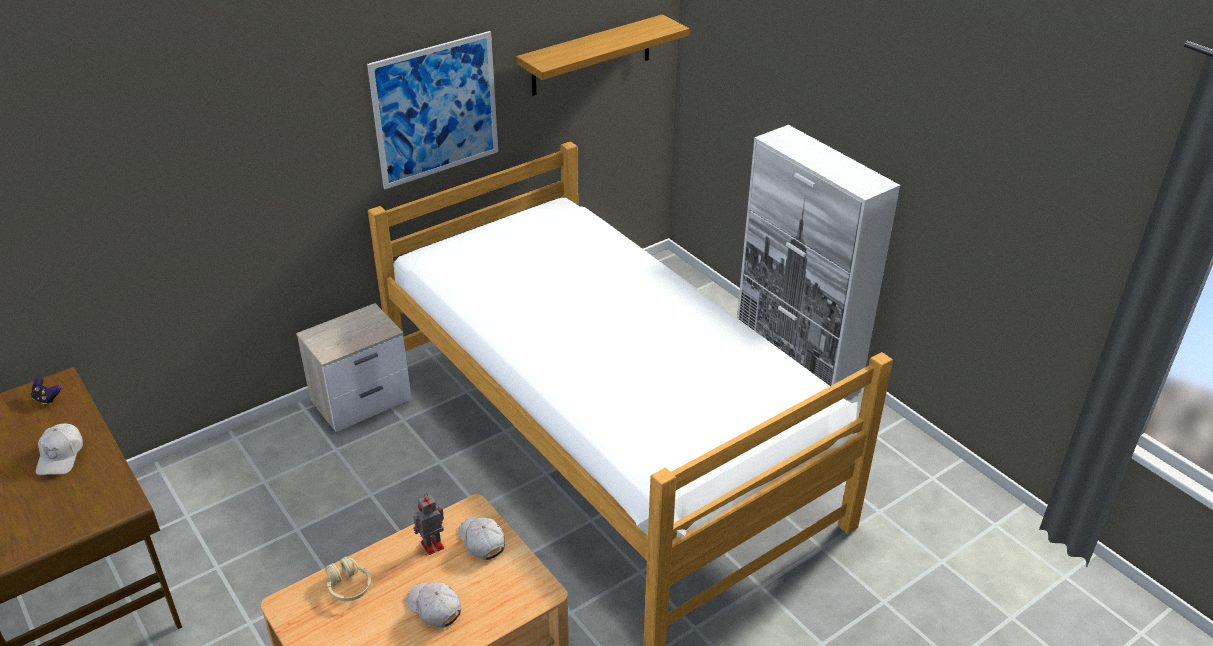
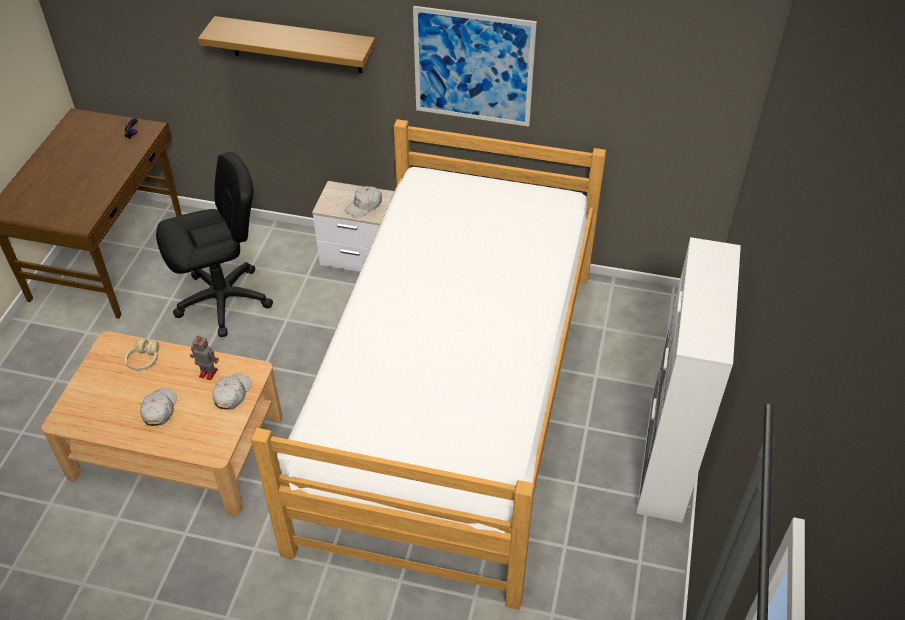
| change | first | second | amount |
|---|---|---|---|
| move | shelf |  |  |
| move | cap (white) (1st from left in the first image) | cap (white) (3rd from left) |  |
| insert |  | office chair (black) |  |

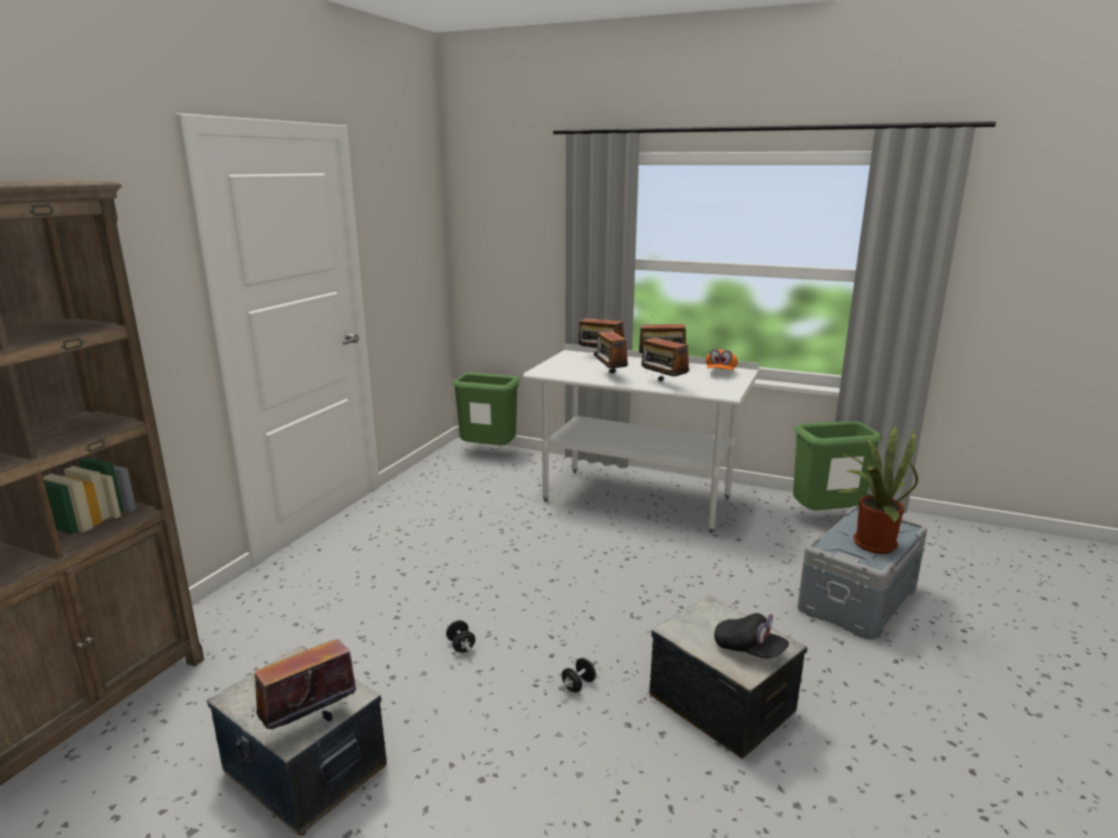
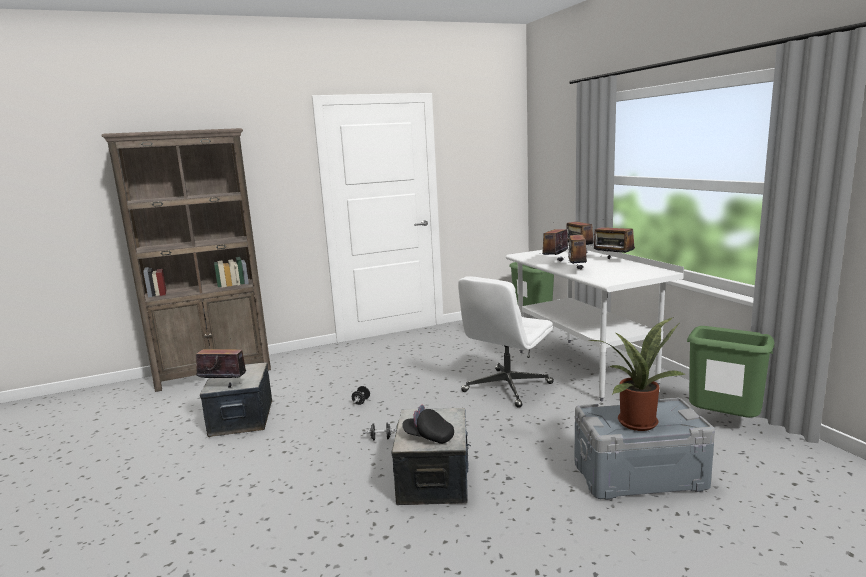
| change | first | second | amount |
|---|---|---|---|
| delete | cap (orange) |  |  |
| rotate | cap (black) |  | 120 degrees clockwise |
| insert |  | office chair (white) |  |

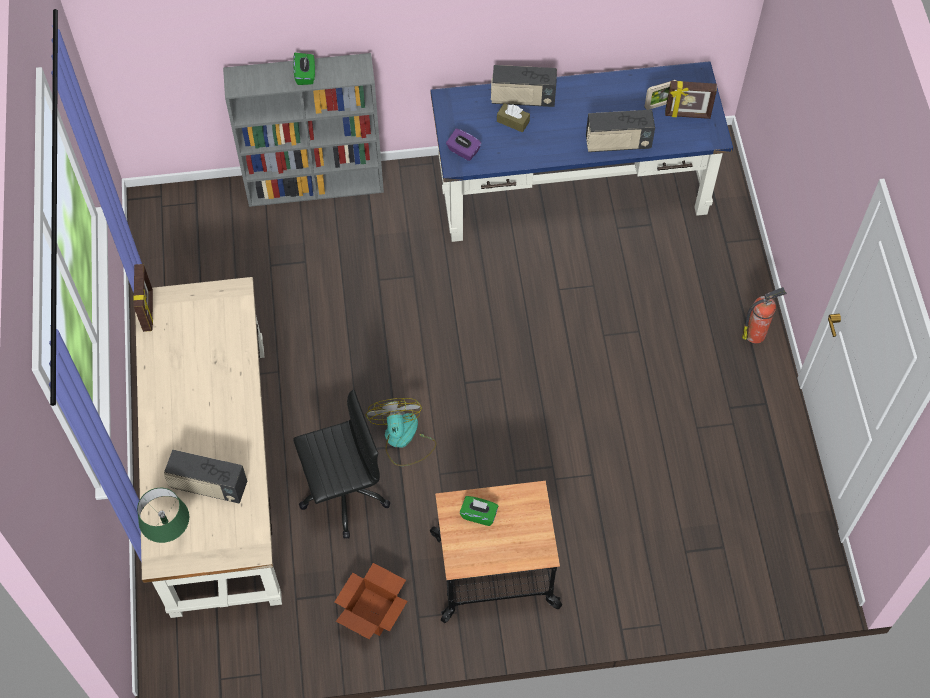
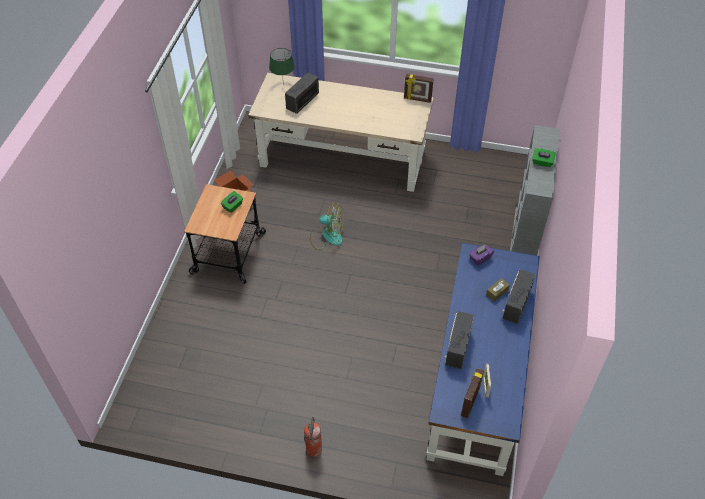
| change | first | second | amount |
|---|---|---|---|
| delete | office chair (black) |  |  |

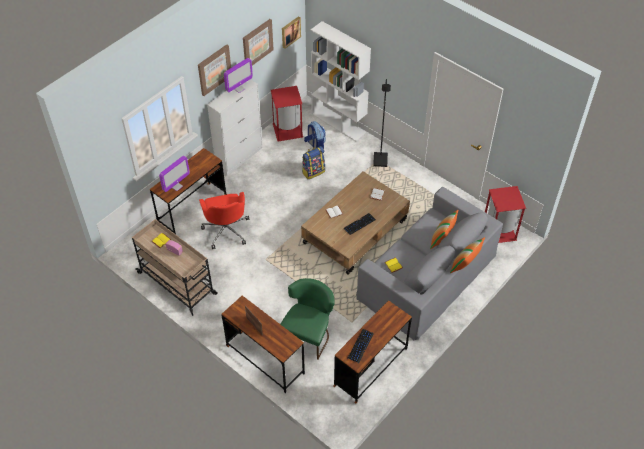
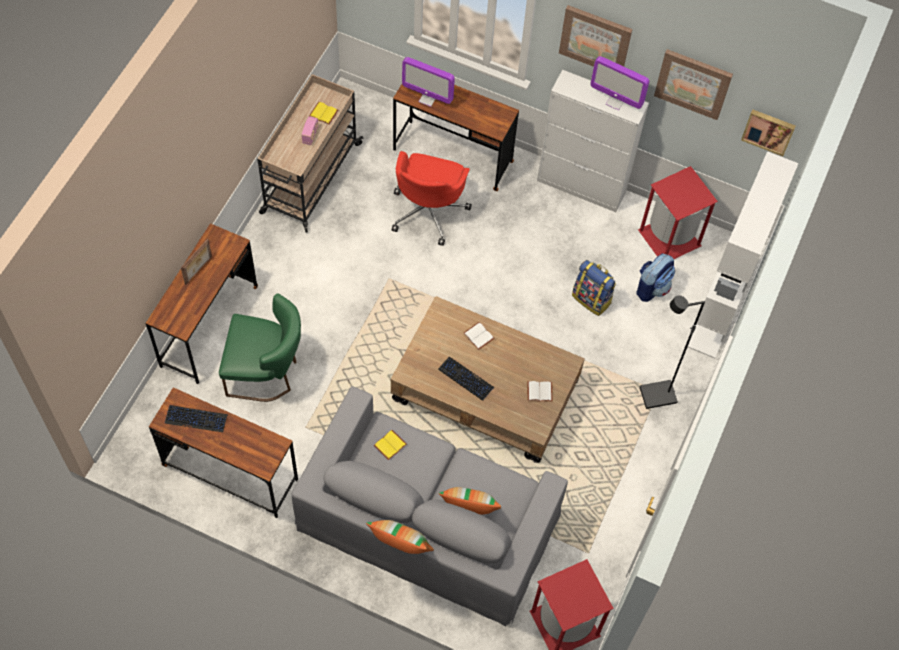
| change | first | second | amount |
|---|---|---|---|
| rotate | office chair (red) |  | 45 degrees counterclockwise |

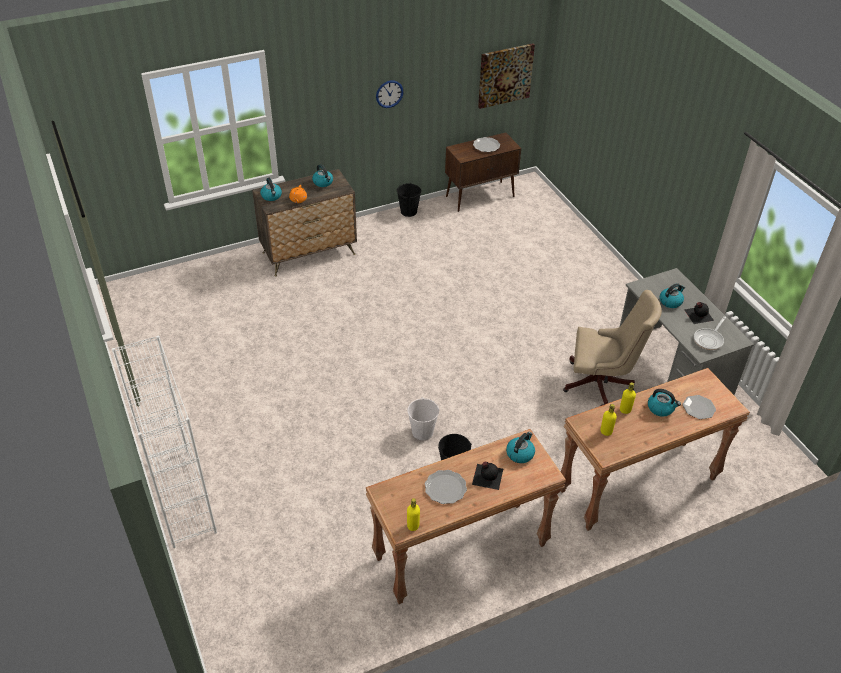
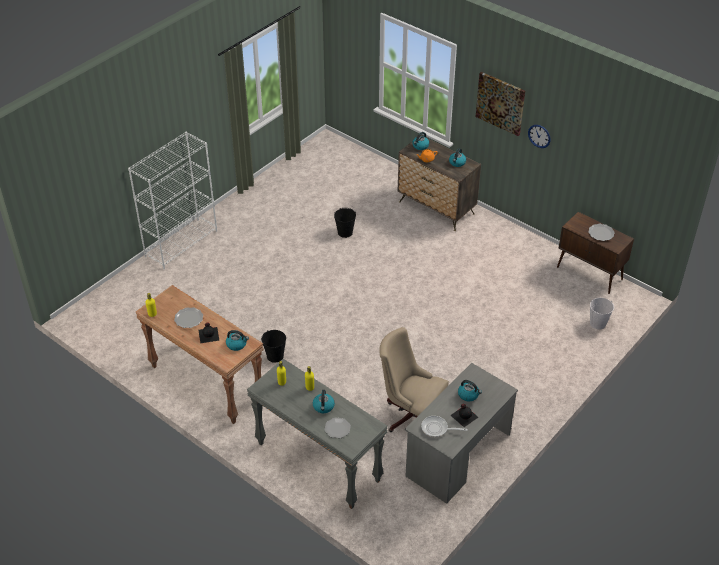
| change | first | second | amount |
|---|---|---|---|
| move | picture |  |  |
| move | bucket (black) (1st from left in the first image) | bucket (black) (2nd from left) |  |
| rotate | office chair (beige) |  | 135 degrees clockwise |
| recolor | console table (brown) (2nd from left) | console table (grey) |  |
| move | bucket (white) |  |  |

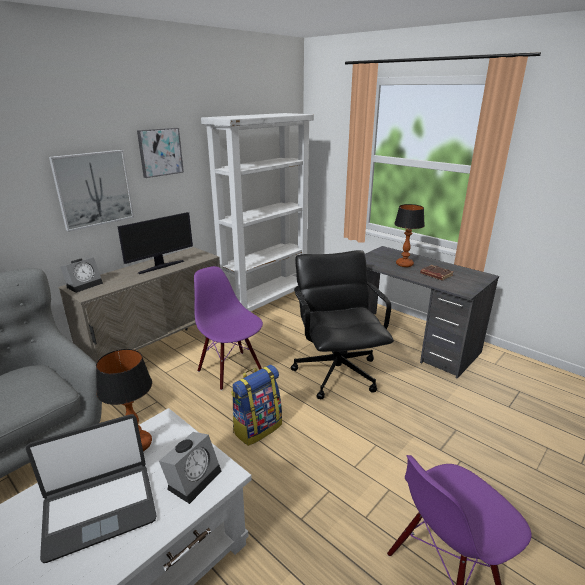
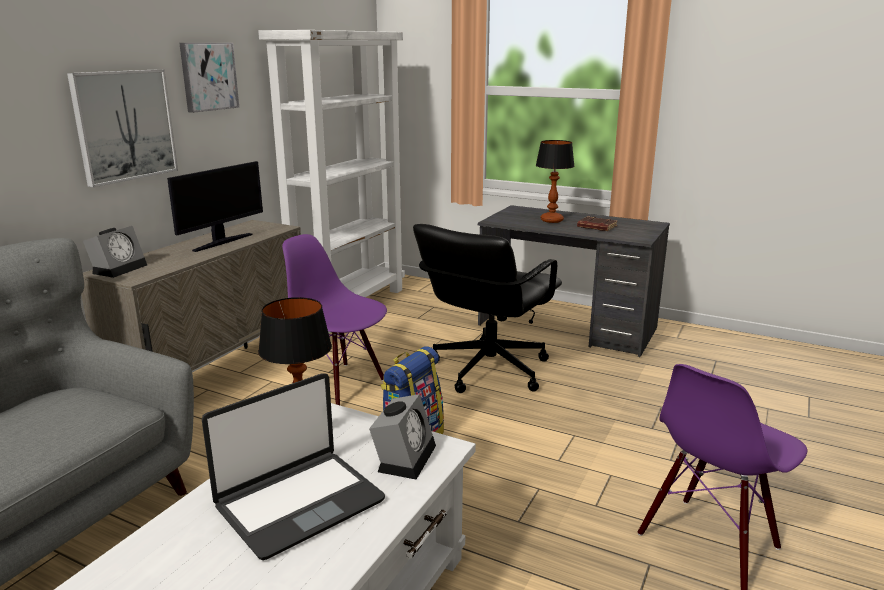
| change | first | second | amount |
|---|---|---|---|
| rotate | office chair (black) |  | 120 degrees counterclockwise |

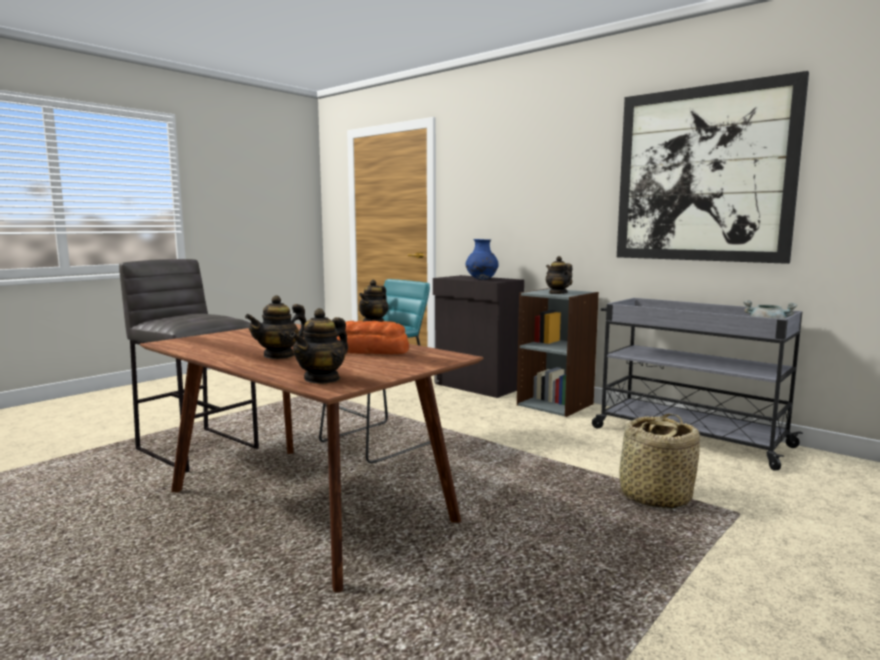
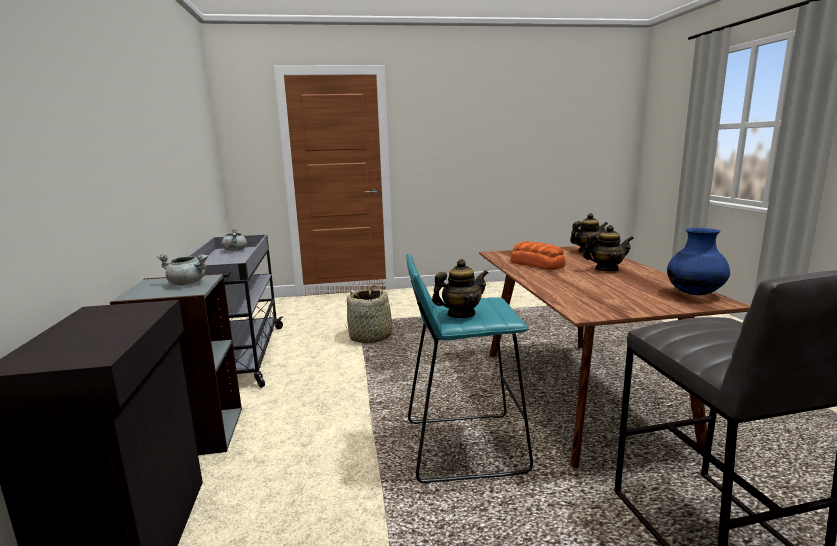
| change | first | second | amount |
|---|---|---|---|
| delete | picture |  |  |
| move | vase (blue) |  |  |
| replace | teapot (4th from left) | cooking pot (grey) (1st from left) |  |

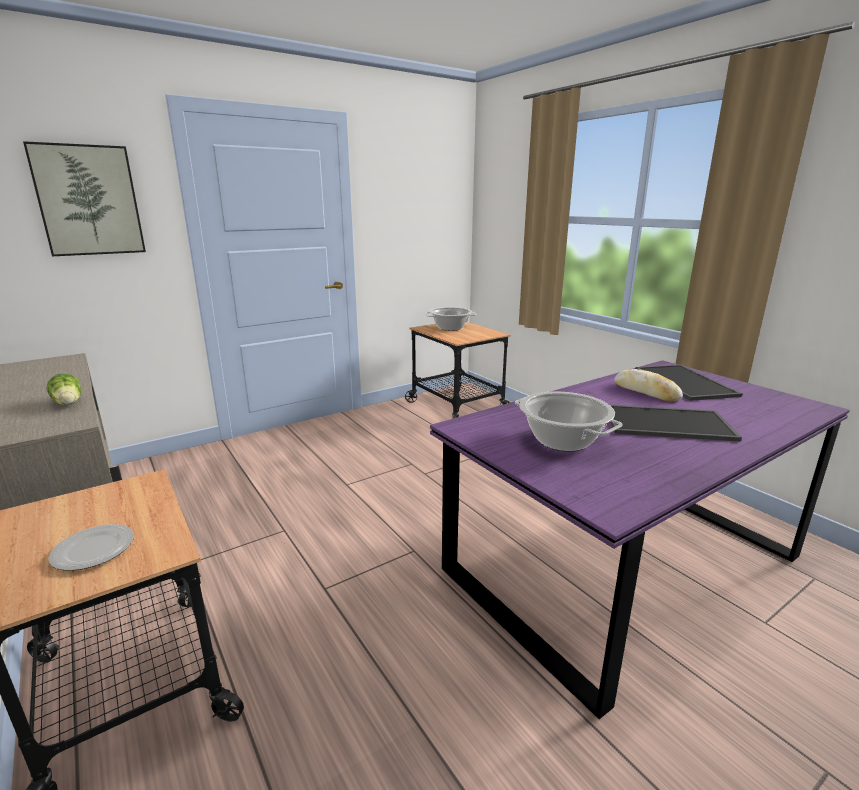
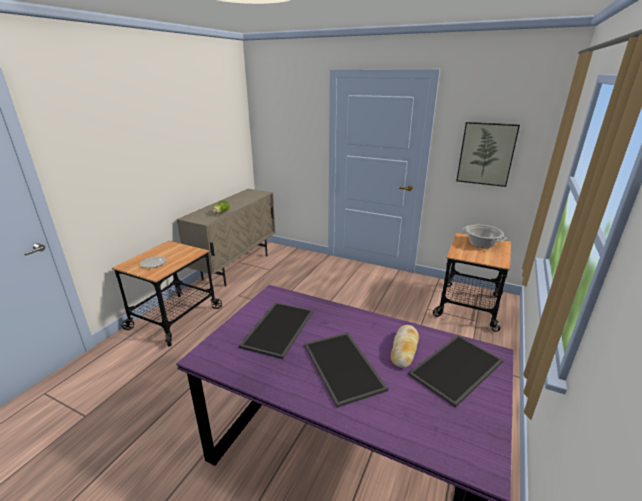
| change | first | second | amount |
|---|---|---|---|
| move | picture |  |  |
| replace | cooking pot (2nd from left) | tray (1st from left) |  |

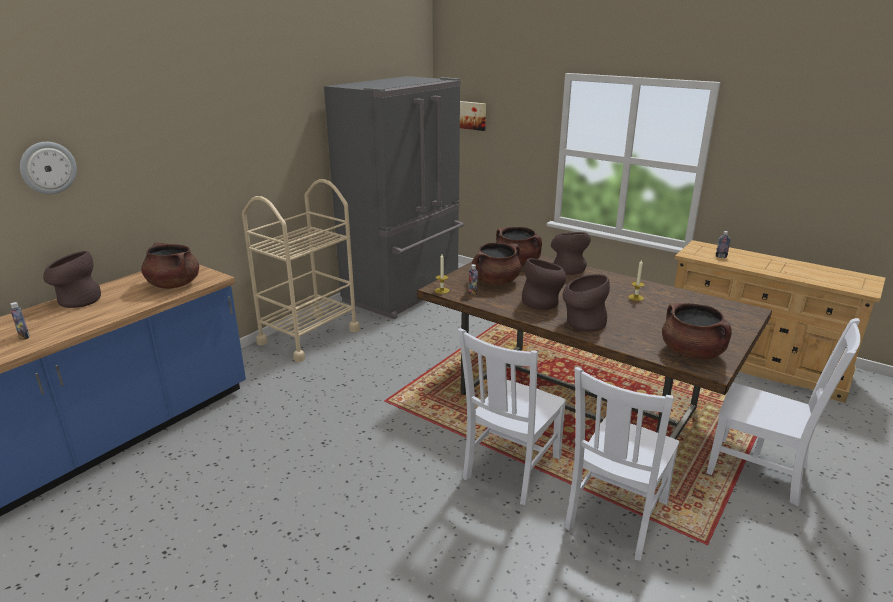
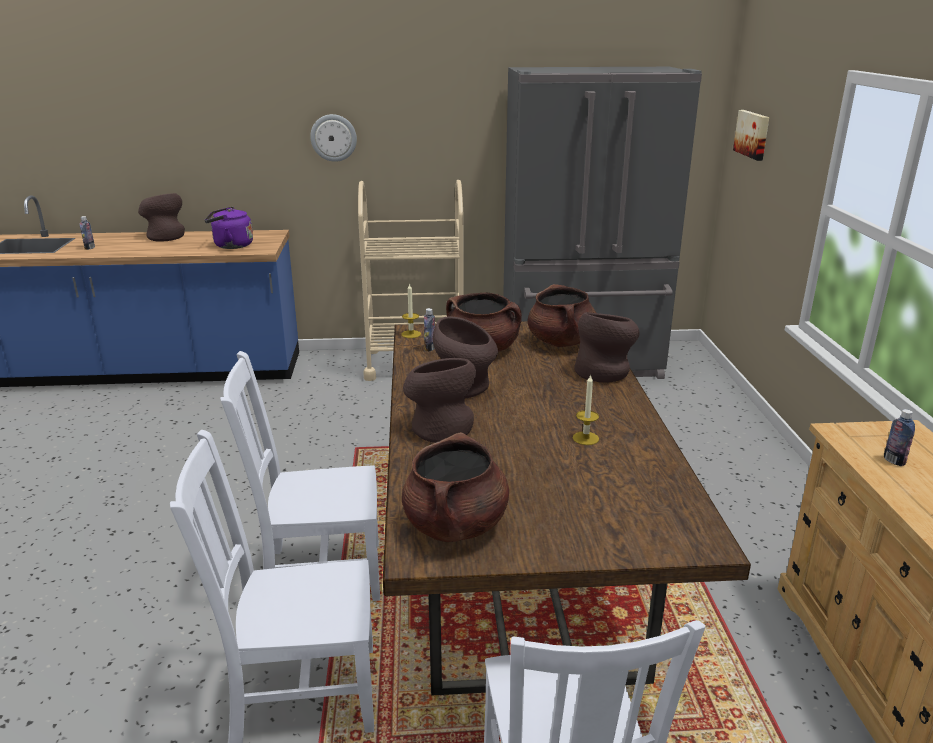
| change | first | second | amount |
|---|---|---|---|
| move | wall clock |  |  |
| replace | cooking pot (brown) (1st from left) | kettle (purple) |  |

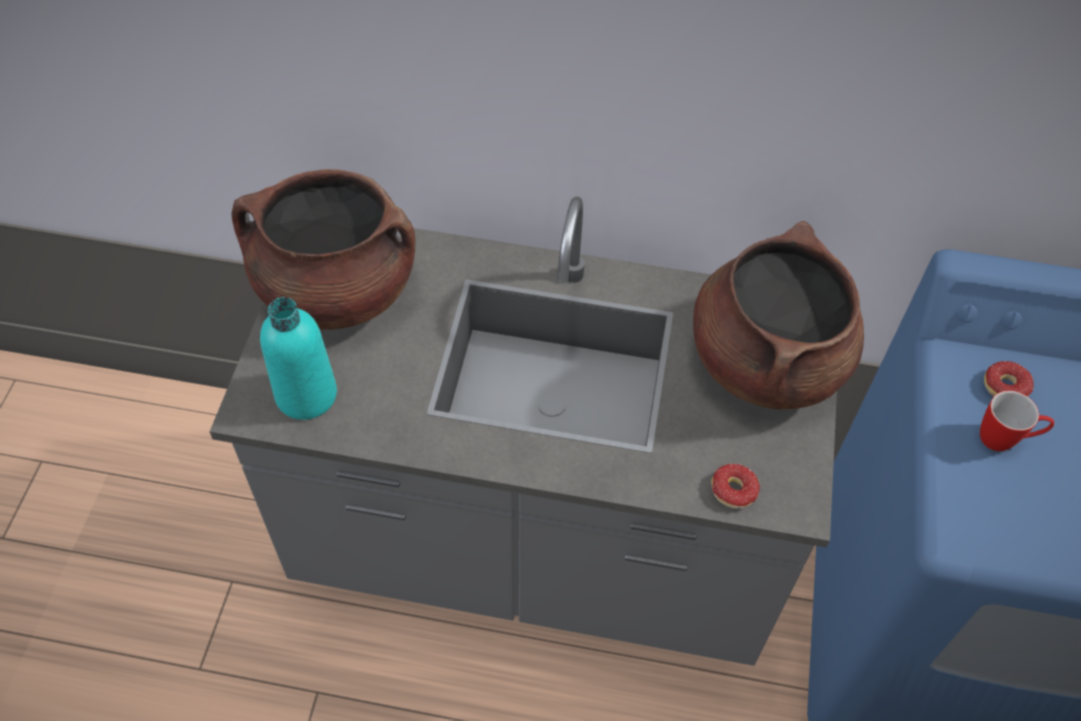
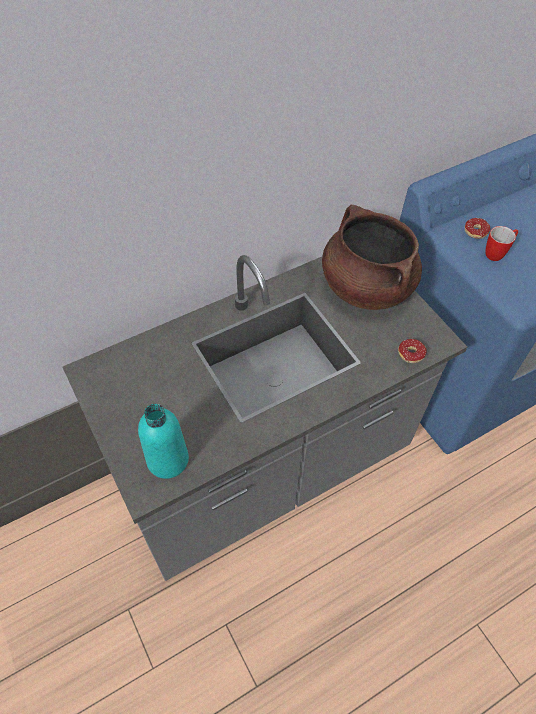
| change | first | second | amount |
|---|---|---|---|
| delete | cooking pot (brown) (1st from left) |  |  |

